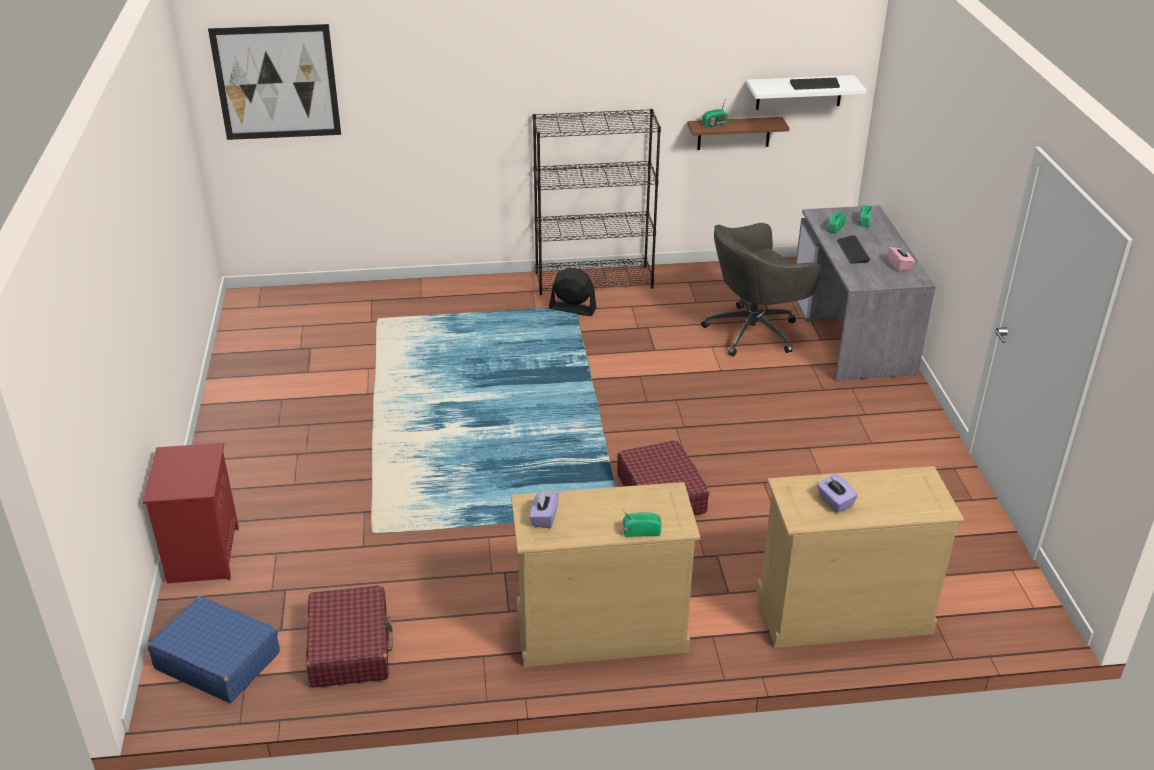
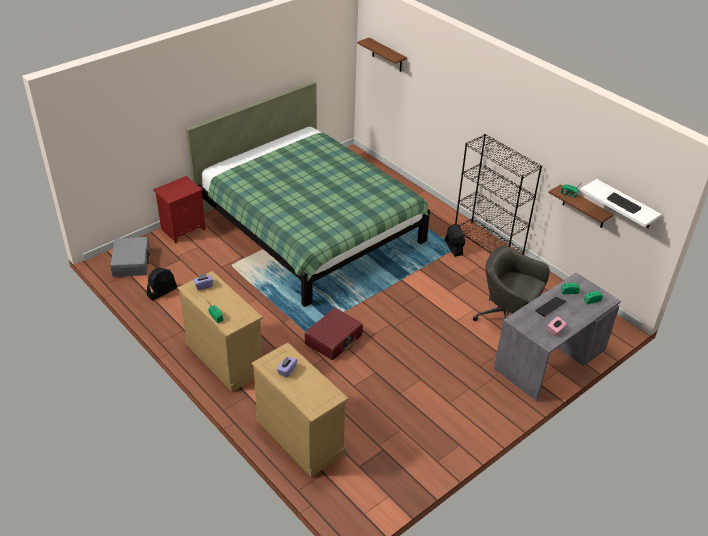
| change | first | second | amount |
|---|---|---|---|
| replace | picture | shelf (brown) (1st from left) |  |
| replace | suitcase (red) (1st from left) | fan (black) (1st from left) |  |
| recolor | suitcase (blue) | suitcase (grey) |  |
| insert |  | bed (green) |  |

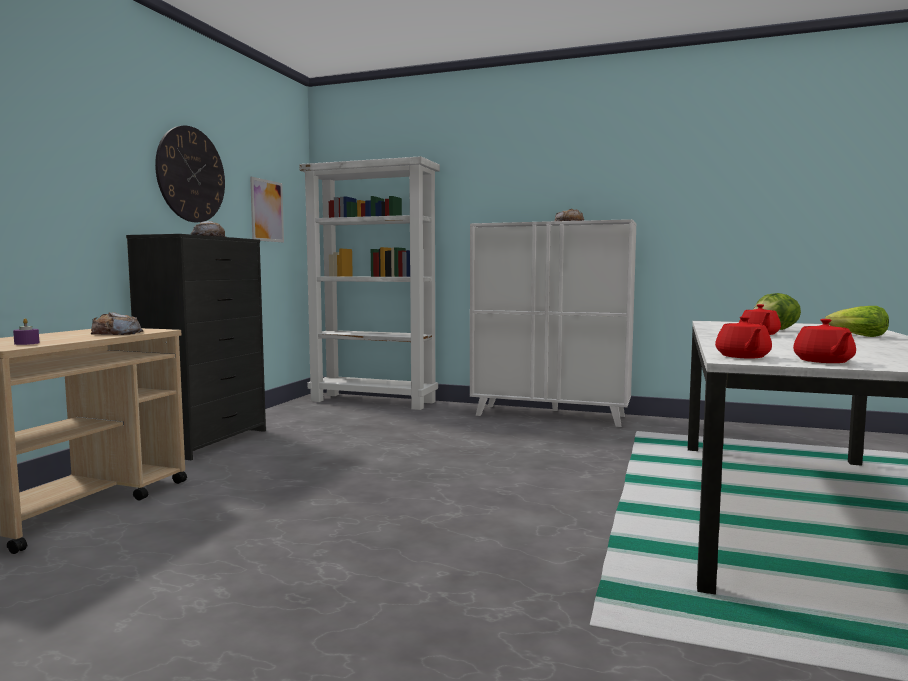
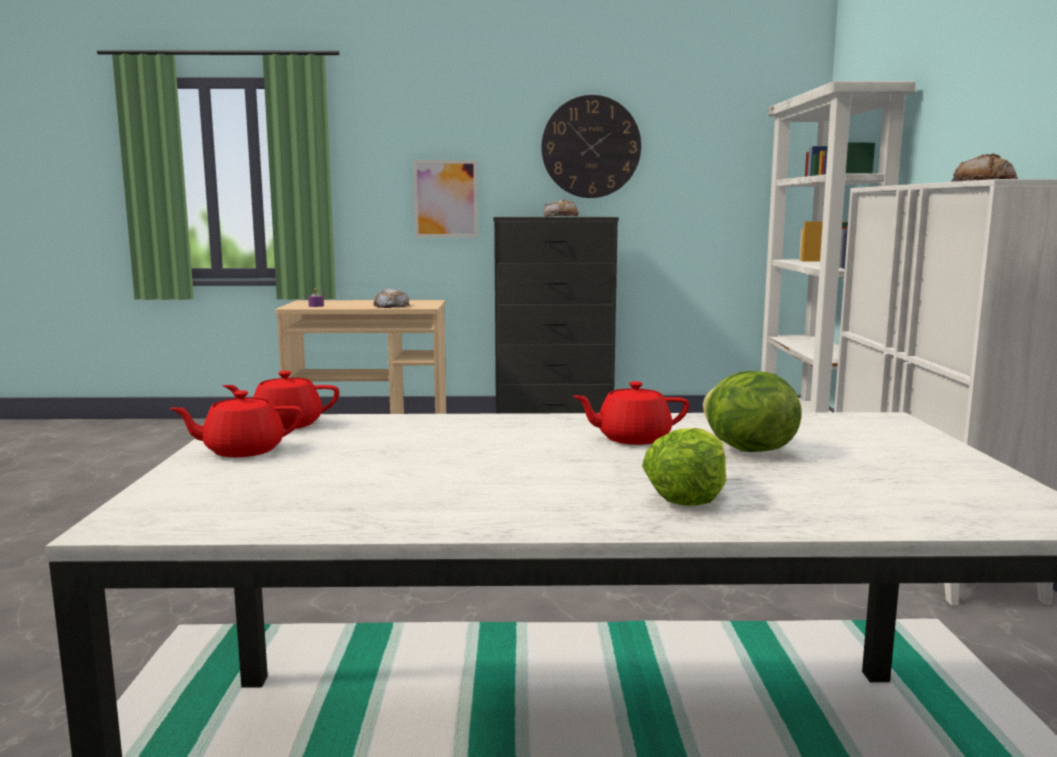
| change | first | second | amount |
|---|---|---|---|
| move | picture |  |  |

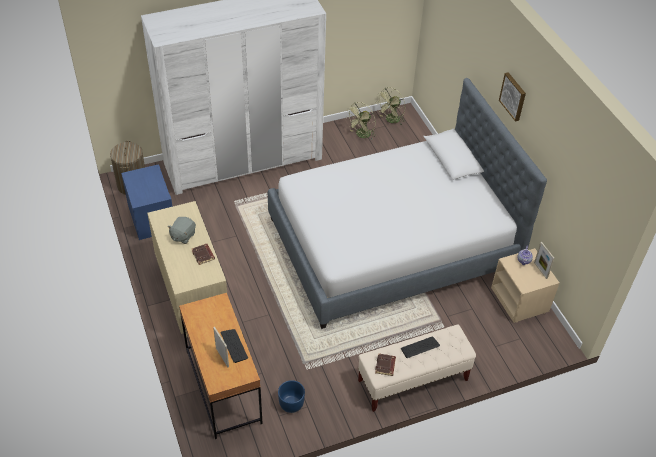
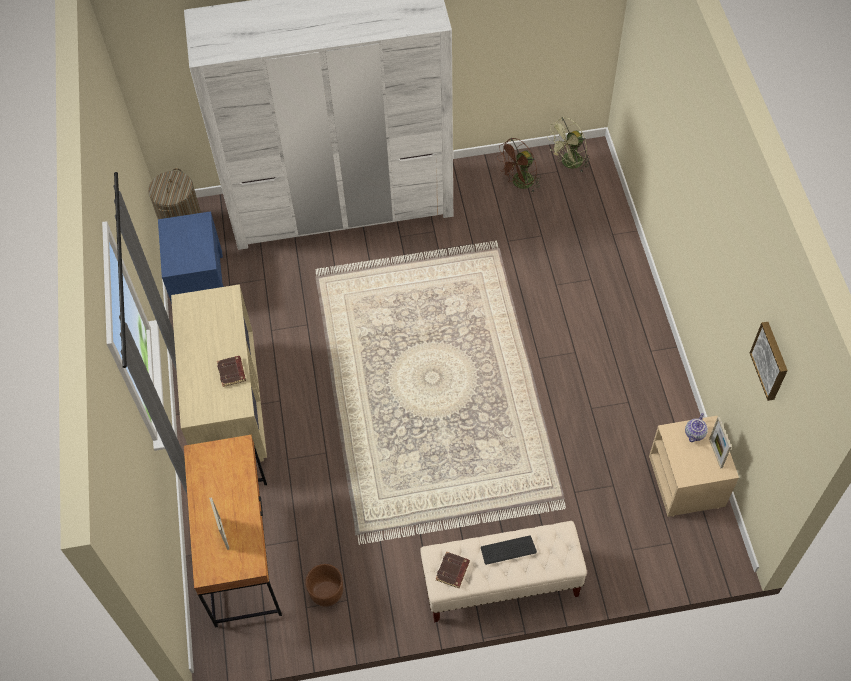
| change | first | second | amount |
|---|---|---|---|
| move | picture |  |  |
| delete | bed |  |  |
| recolor | fan (green) (1st from left) | fan (brown) |  |
| delete | plush toy (grey) |  |  |
| delete | keyboard (1st from left) |  |  |
| recolor | planter (blue) | planter (brown) |  |

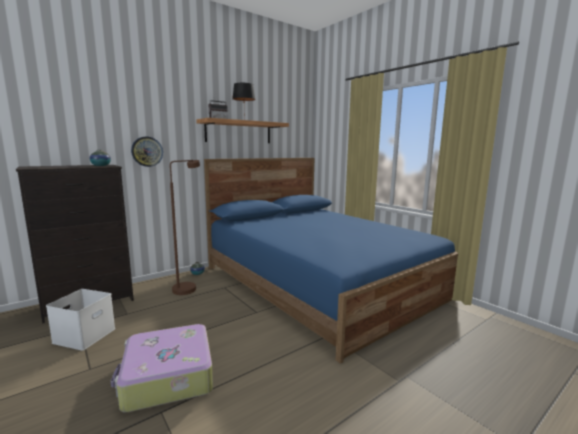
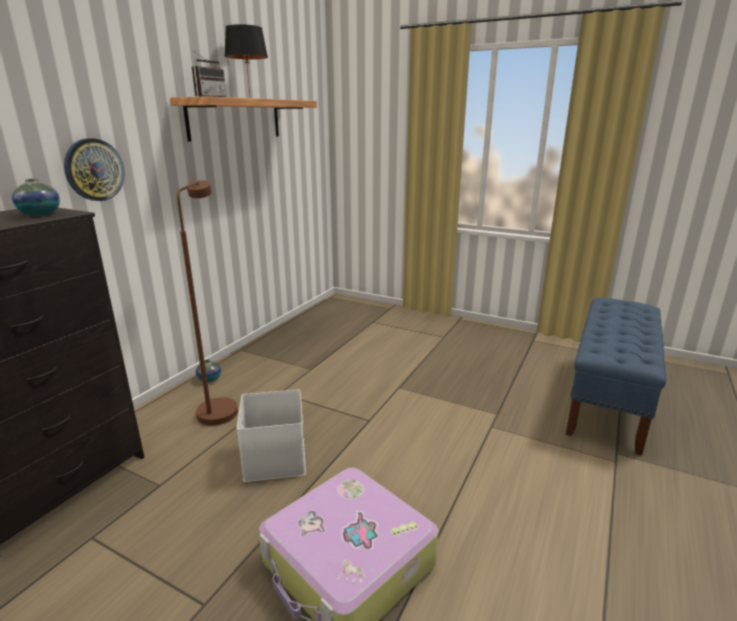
| change | first | second | amount |
|---|---|---|---|
| delete | bed (blue) |  |  |
| move | storage box (white) |  |  |
| insert |  | bench (blue) |  |

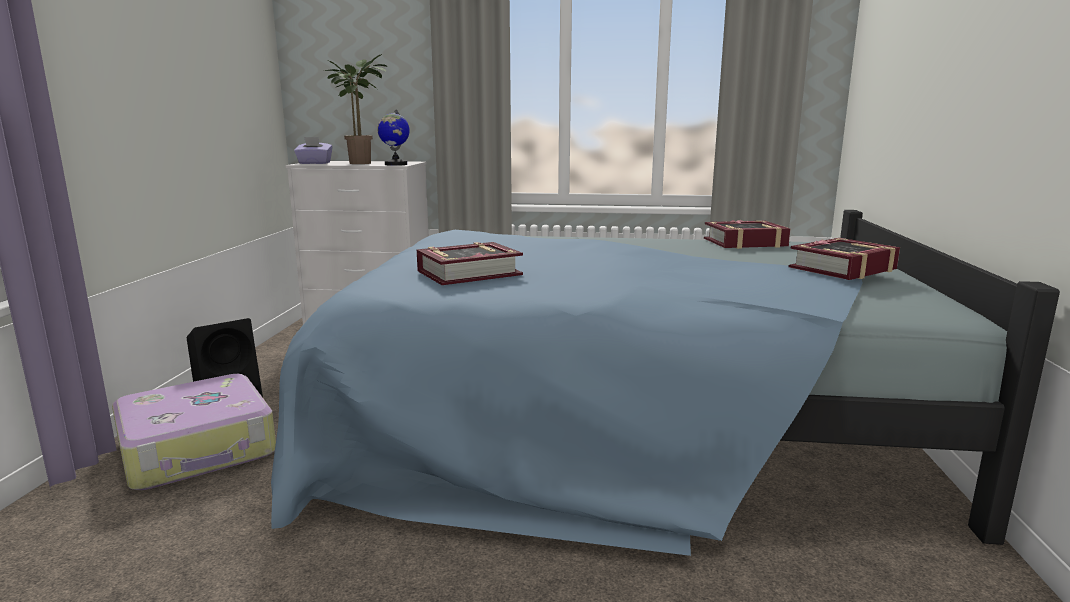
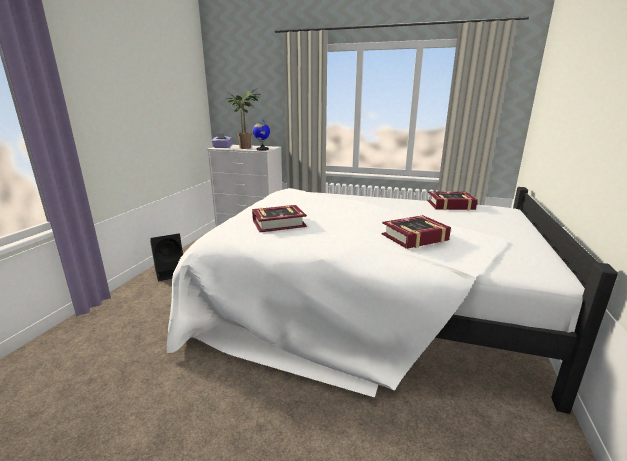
| change | first | second | amount |
|---|---|---|---|
| recolor | bed (blue) | bed (white) |  |
| move | book (3rd from left in the first image) | book (2nd from left) |  |
| delete | suitcase |  |  |

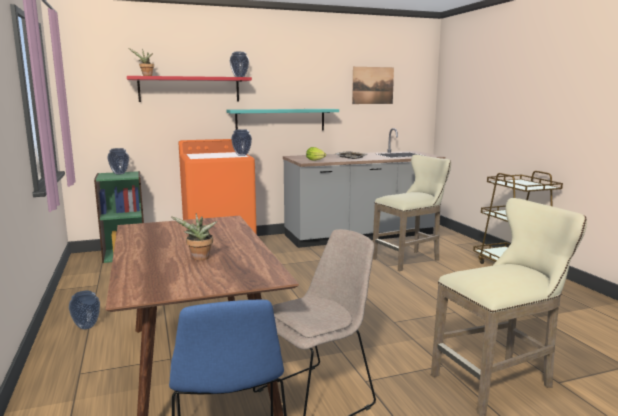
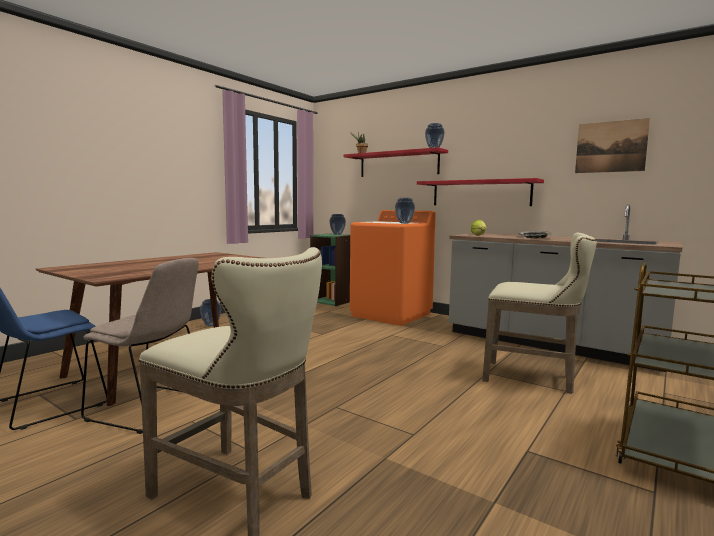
| change | first | second | amount |
|---|---|---|---|
| recolor | shelf (turquoise) | shelf (red) (2nd from left) |  |
| delete | potted plant (2nd from left) |  |  |

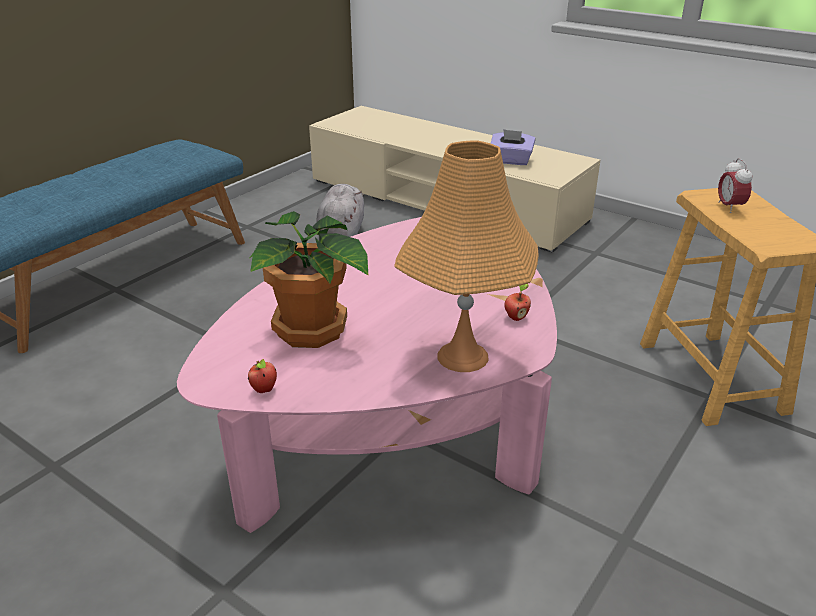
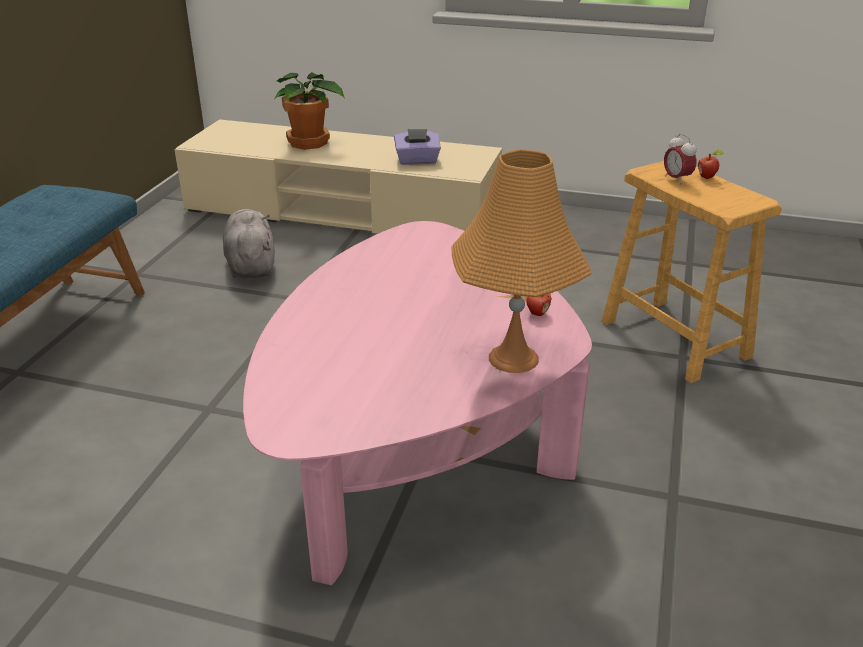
| change | first | second | amount |
|---|---|---|---|
| move | potted plant |  |  |
| move | apple (1st from left in the first image) | apple (2nd from left) |  |

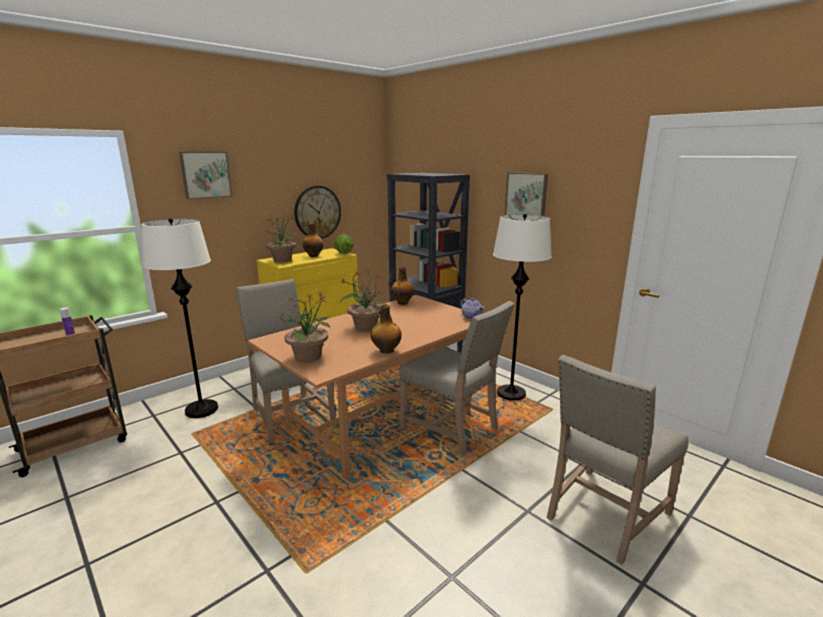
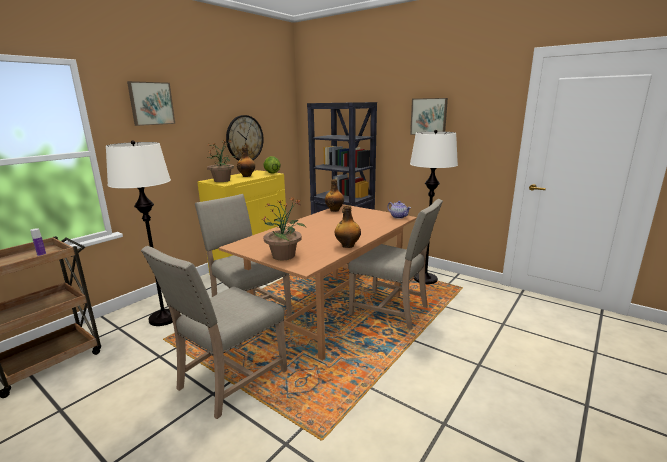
| change | first | second | amount |
|---|---|---|---|
| delete | potted plant (3rd from left) |  |  |
| move | chair (beige) (3rd from left in the first image) | chair (beige) (1st from left) |  |

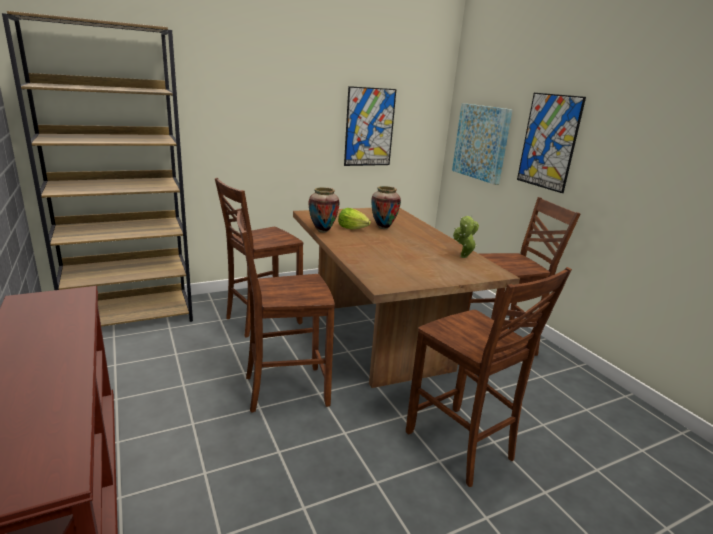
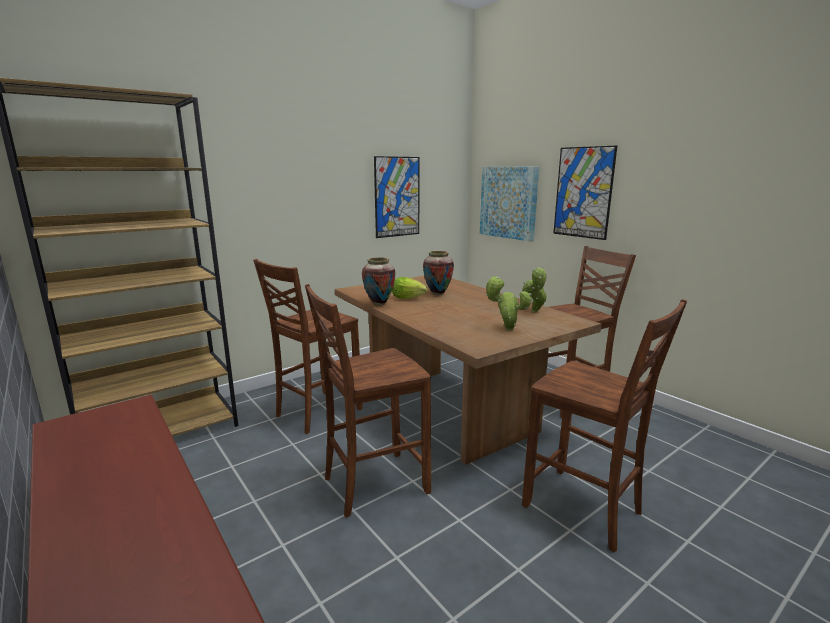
| change | first | second | amount |
|---|---|---|---|
| insert |  | potted plant (1st from left) |  |

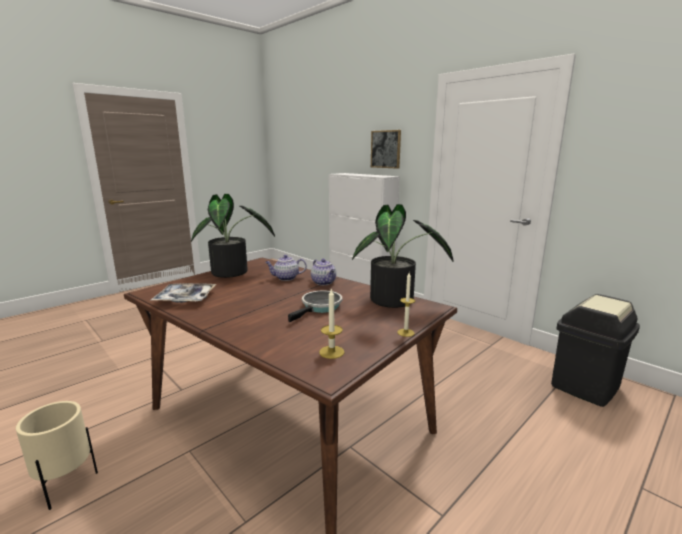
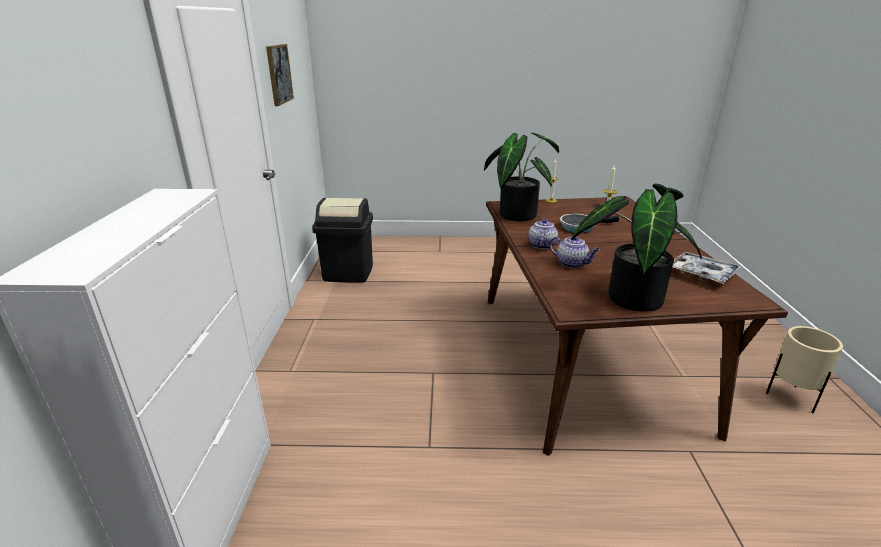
| change | first | second | amount |
|---|---|---|---|
| move | picture |  |  |

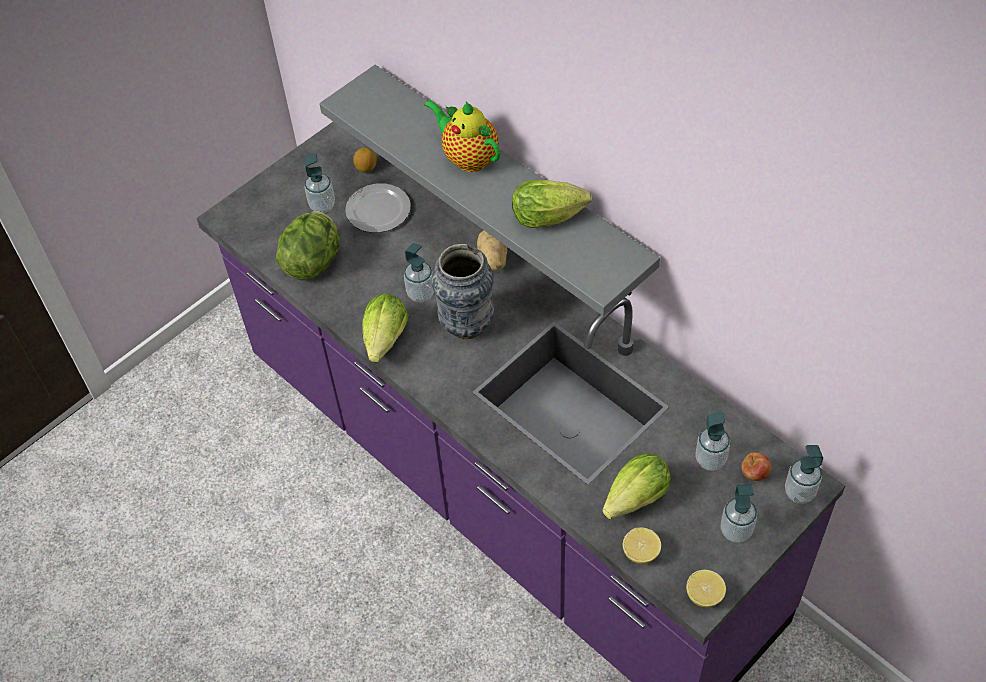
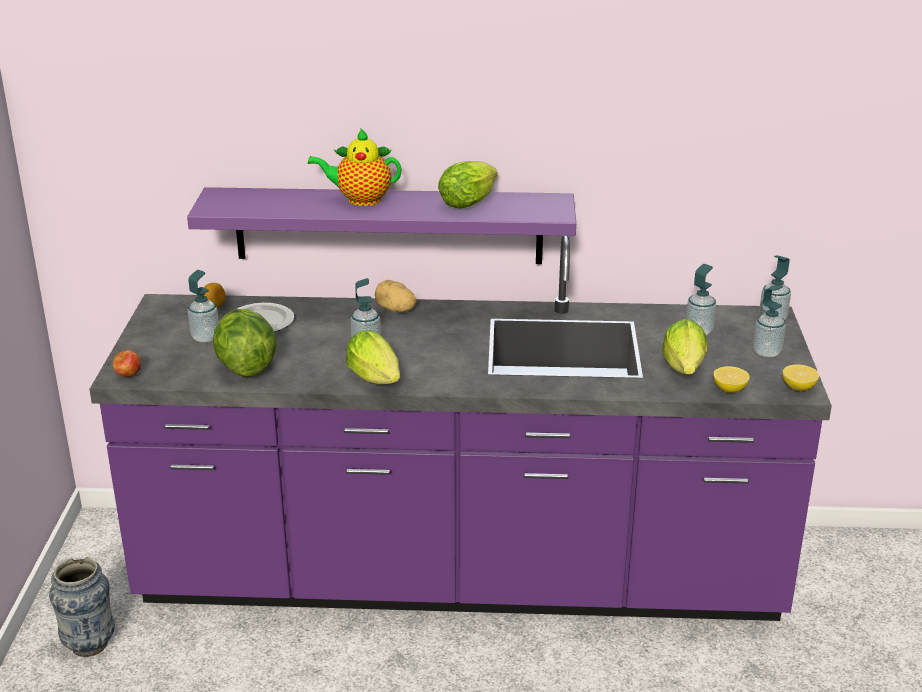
| change | first | second | amount |
|---|---|---|---|
| recolor | shelf (grey) | shelf (purple) |  |
| move | vase |  |  |
| move | apple |  |  |

